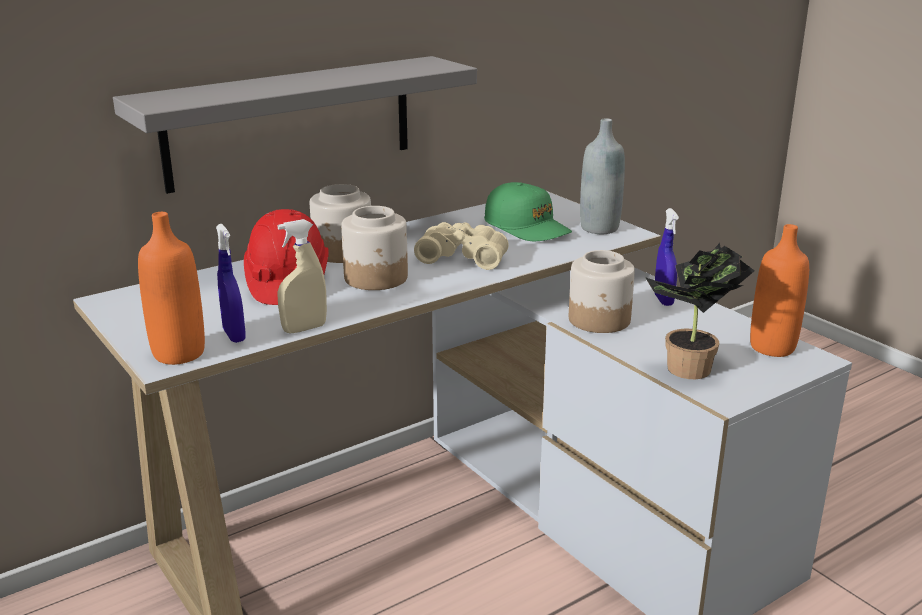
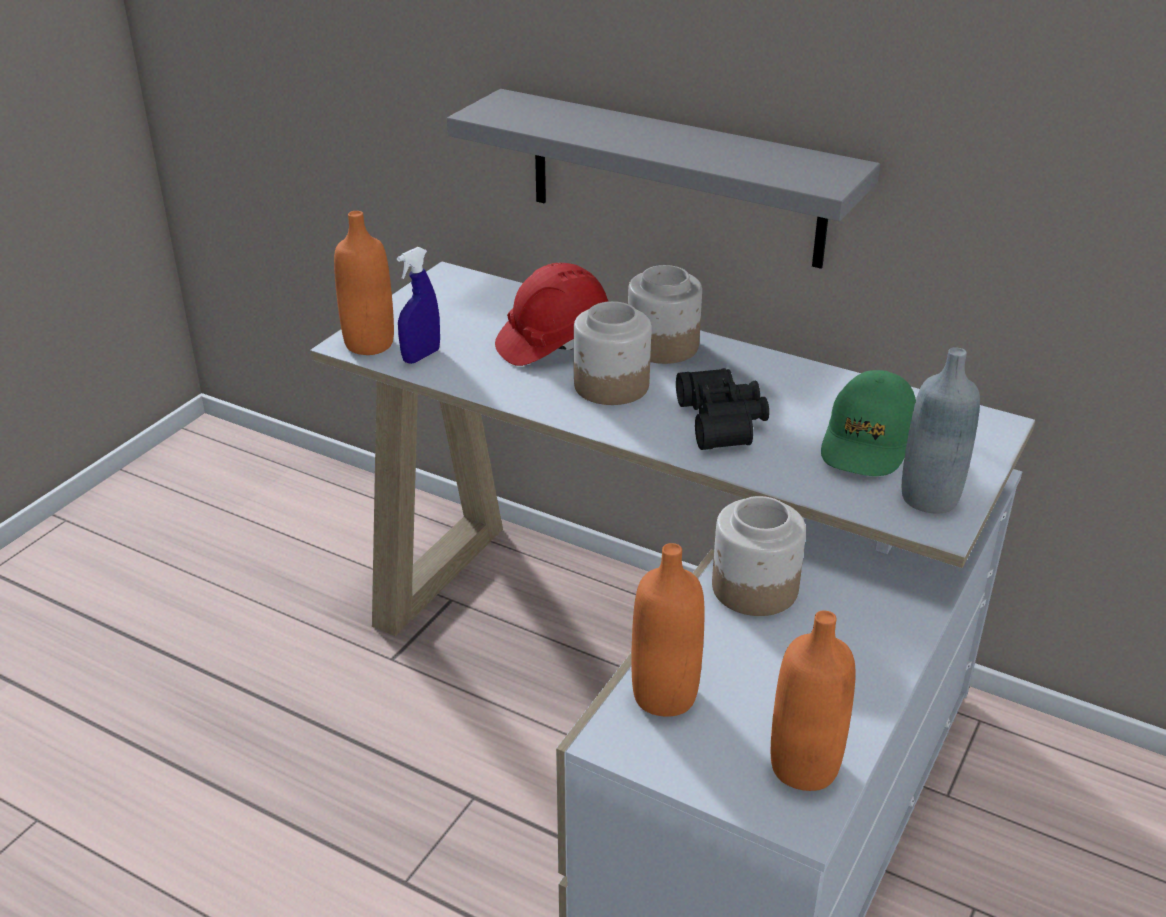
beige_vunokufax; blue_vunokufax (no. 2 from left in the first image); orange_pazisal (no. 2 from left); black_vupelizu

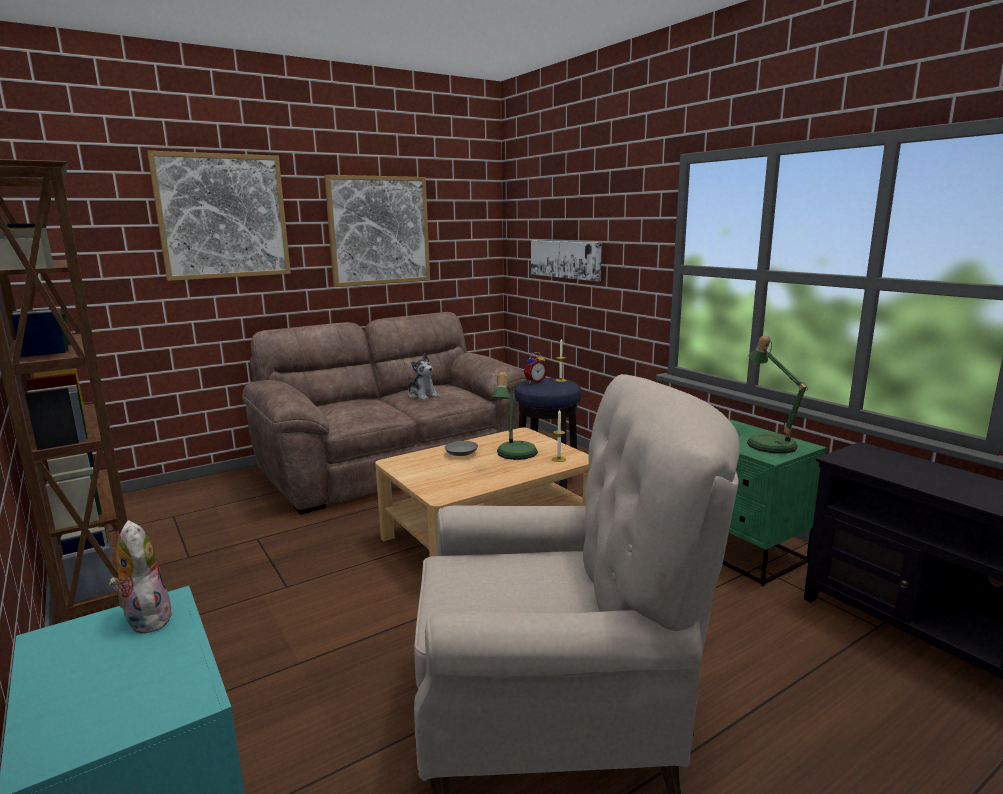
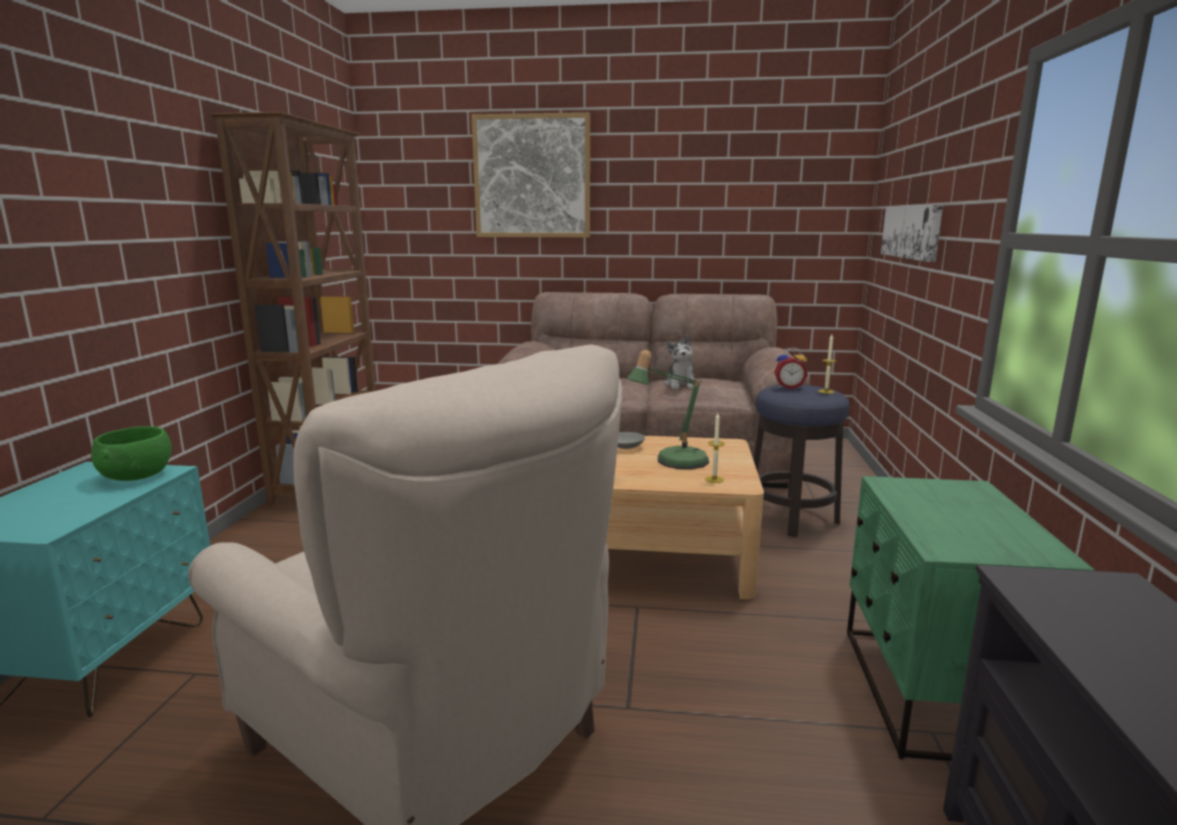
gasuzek (no. 2 from left in the first image); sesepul (no. 2 from left in the first image); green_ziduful

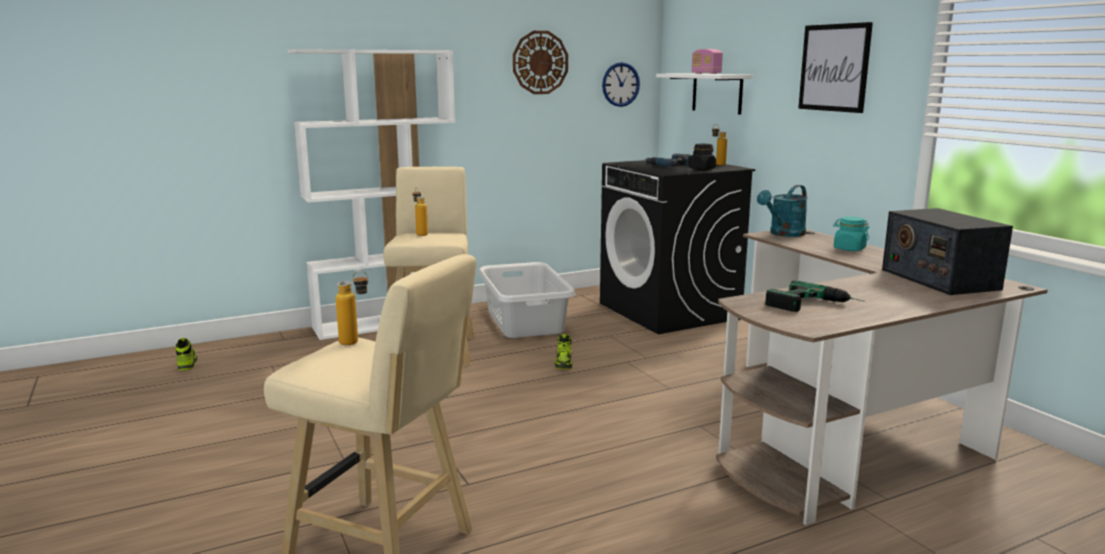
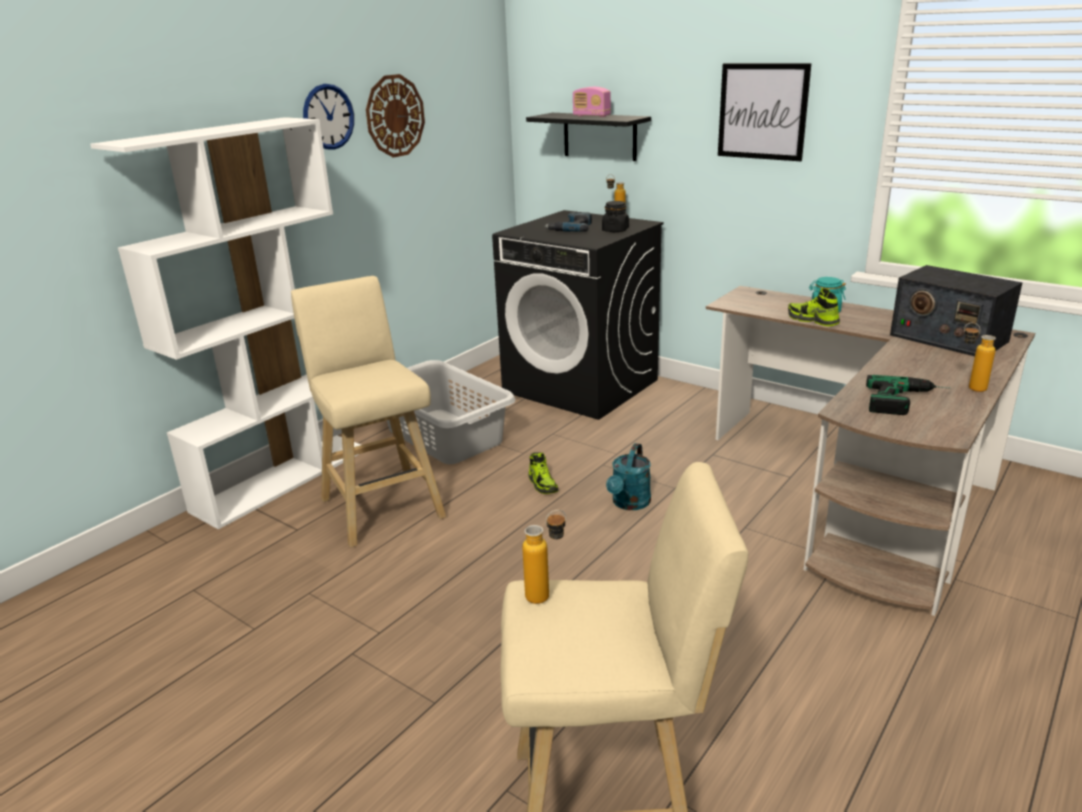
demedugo (no. 2 from left); pazisal (no. 3 from left); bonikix (no. 1 from left); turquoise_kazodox; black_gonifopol

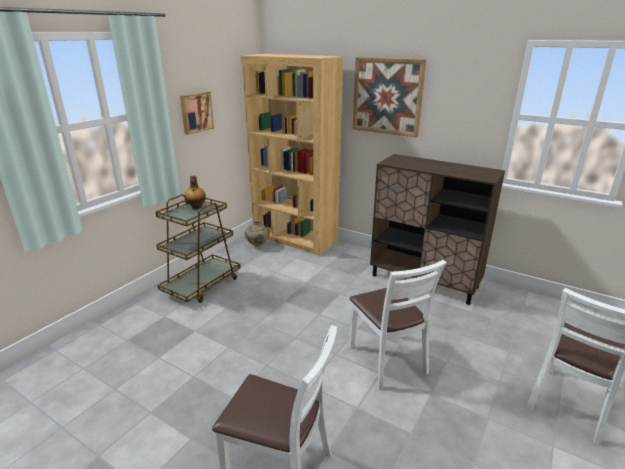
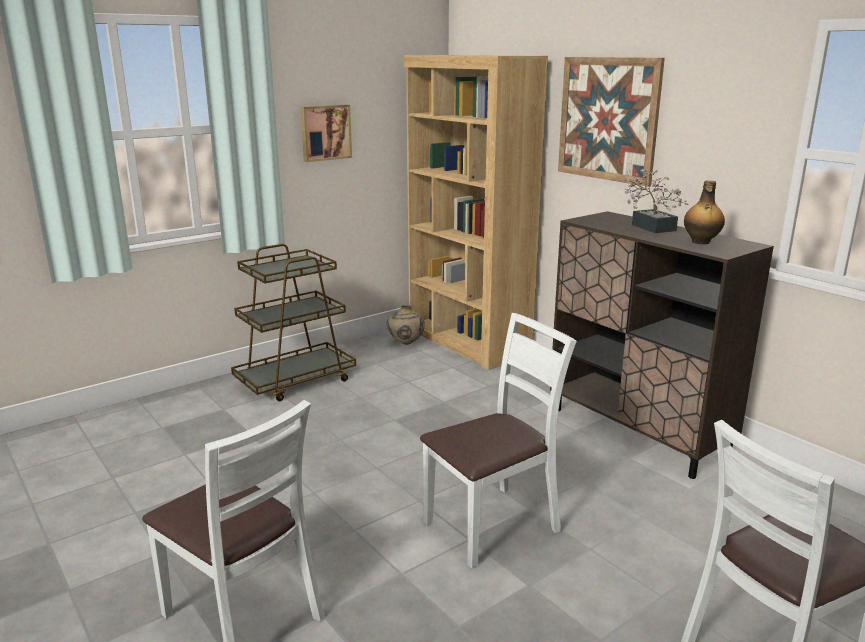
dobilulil; pazisal; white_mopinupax (no. 2 from left)

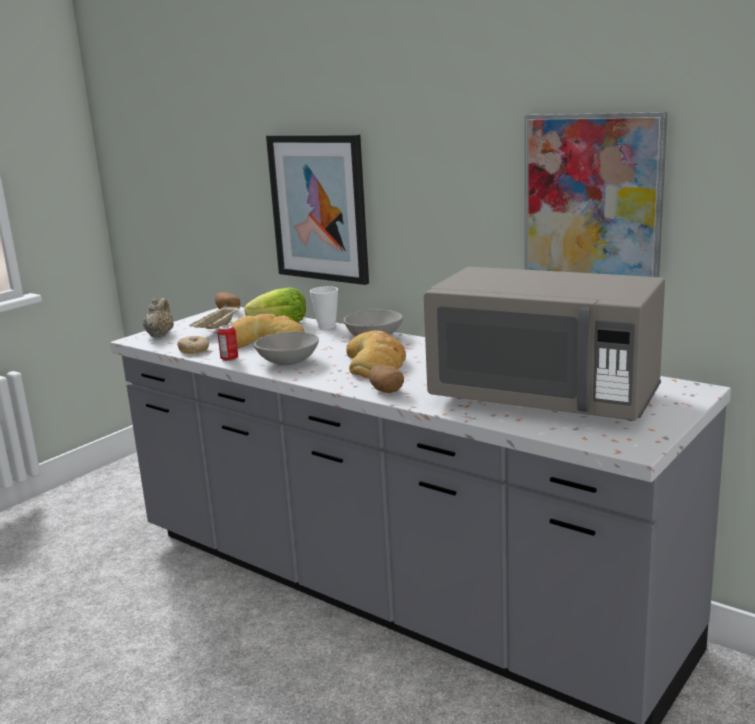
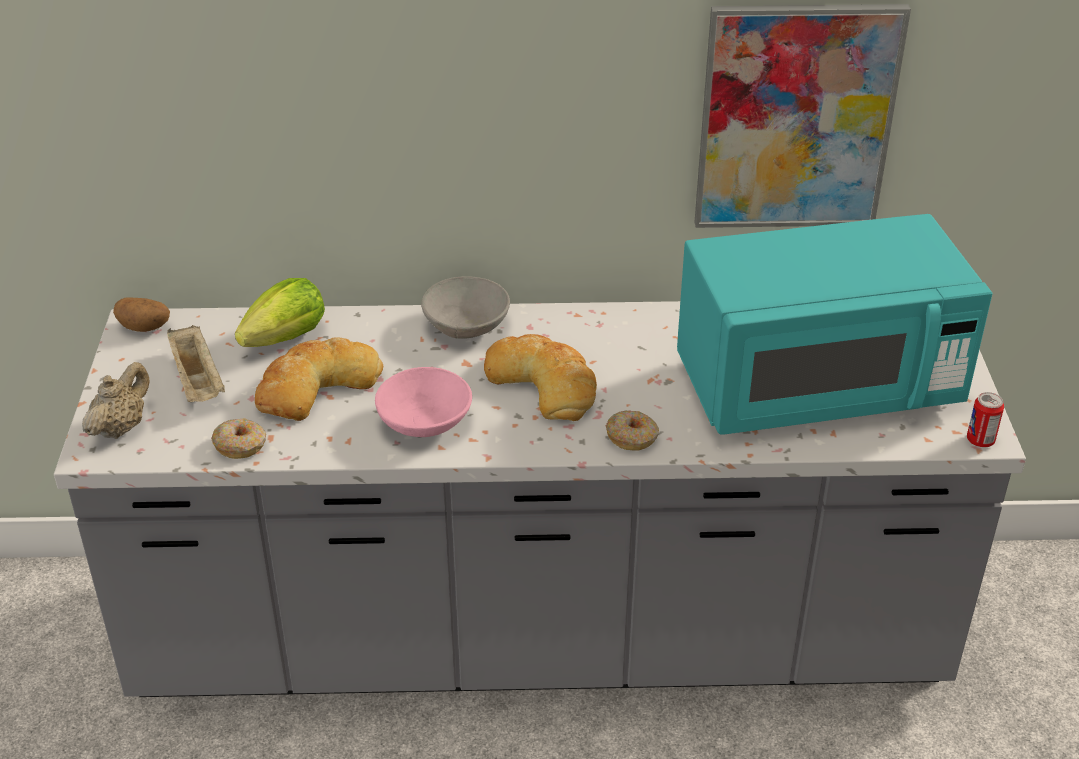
gasuzek (no. 1 from left in the first image); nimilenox; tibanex; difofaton (no. 2 from left); pink_ziduful; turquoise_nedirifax; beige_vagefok

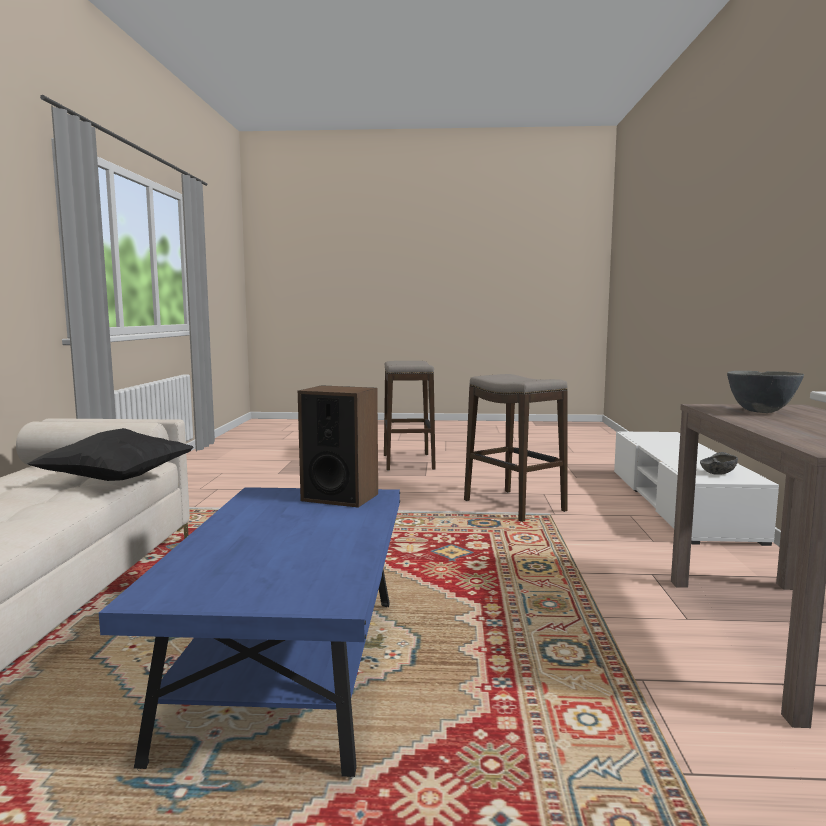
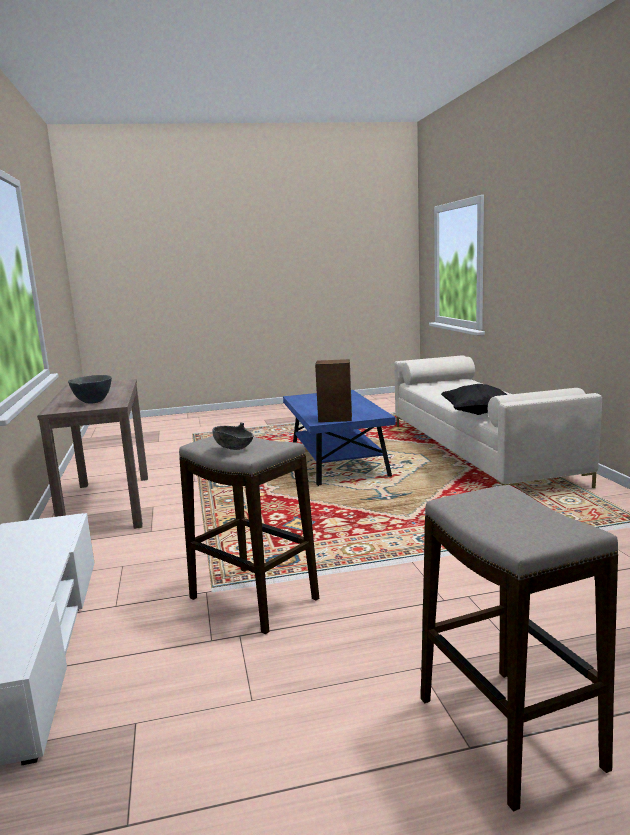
grey_ziduful (no. 2 from left)

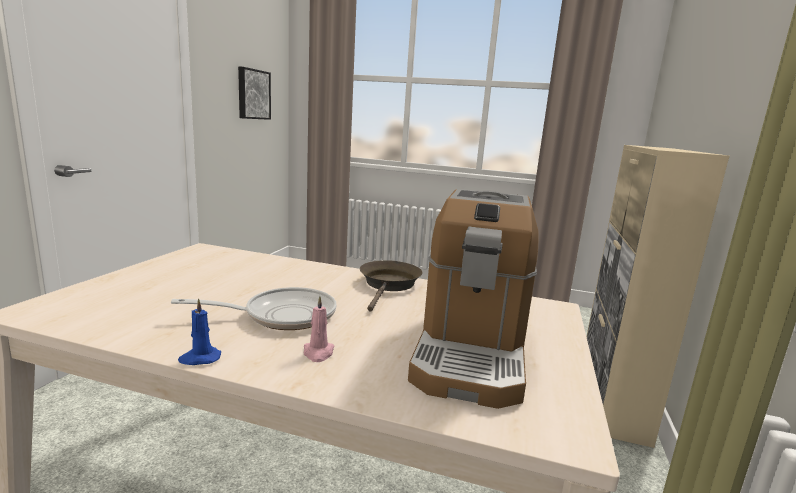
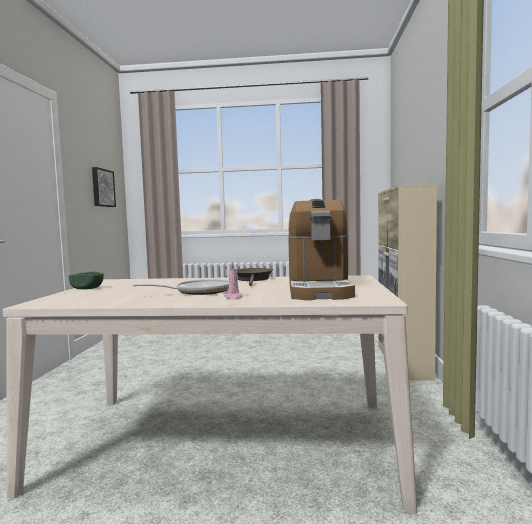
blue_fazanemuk; green_ziduful

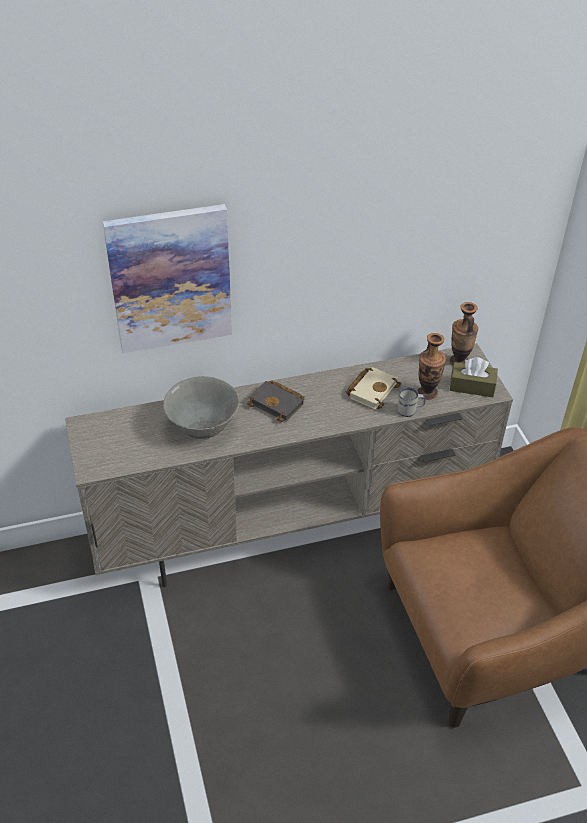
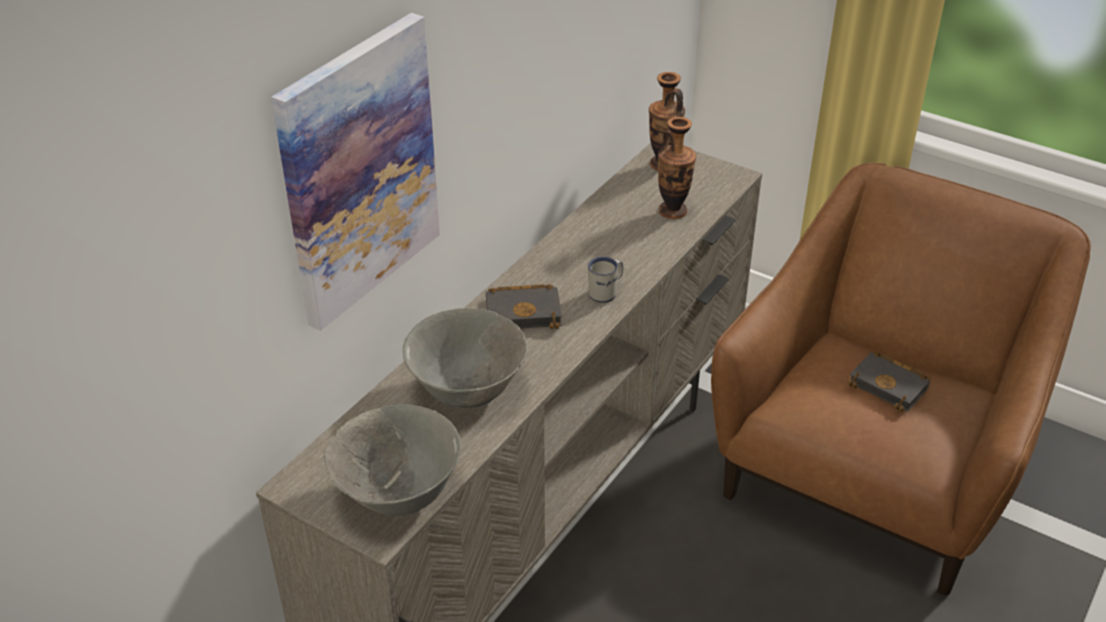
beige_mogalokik; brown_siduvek; grey_ziduful (no. 1 from left); black_mogalokik (no. 2 from left); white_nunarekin

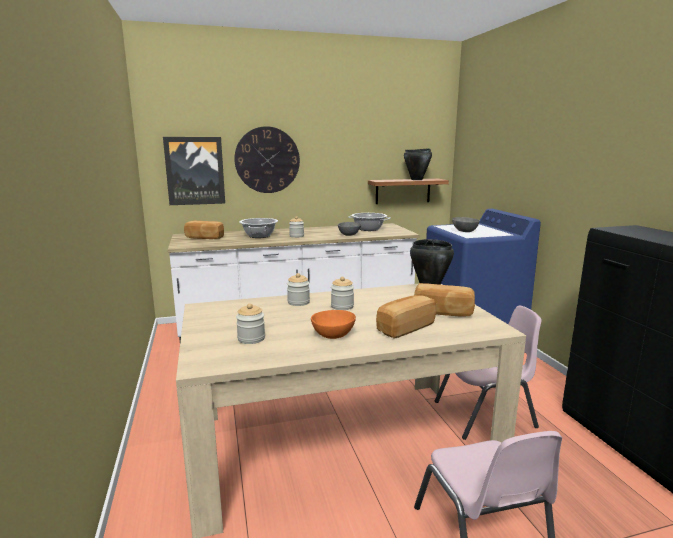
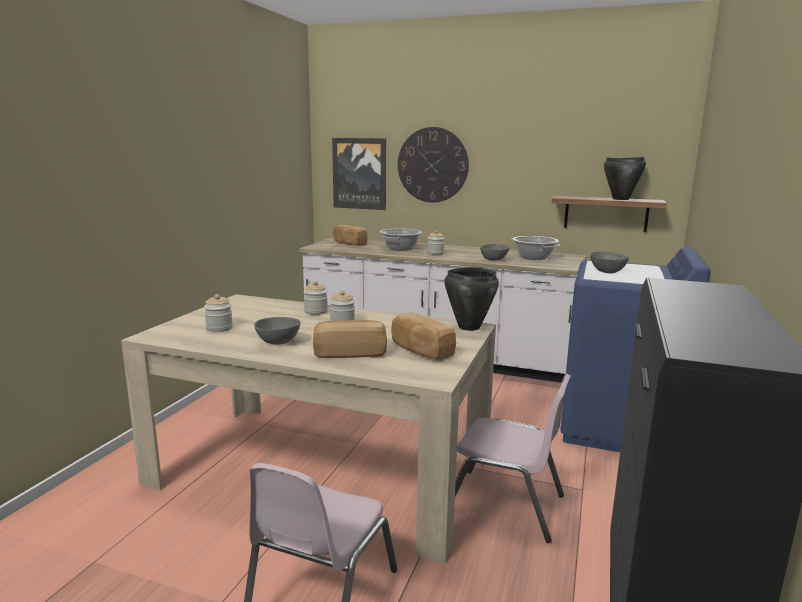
grey_ziduful (no. 1 from left)

